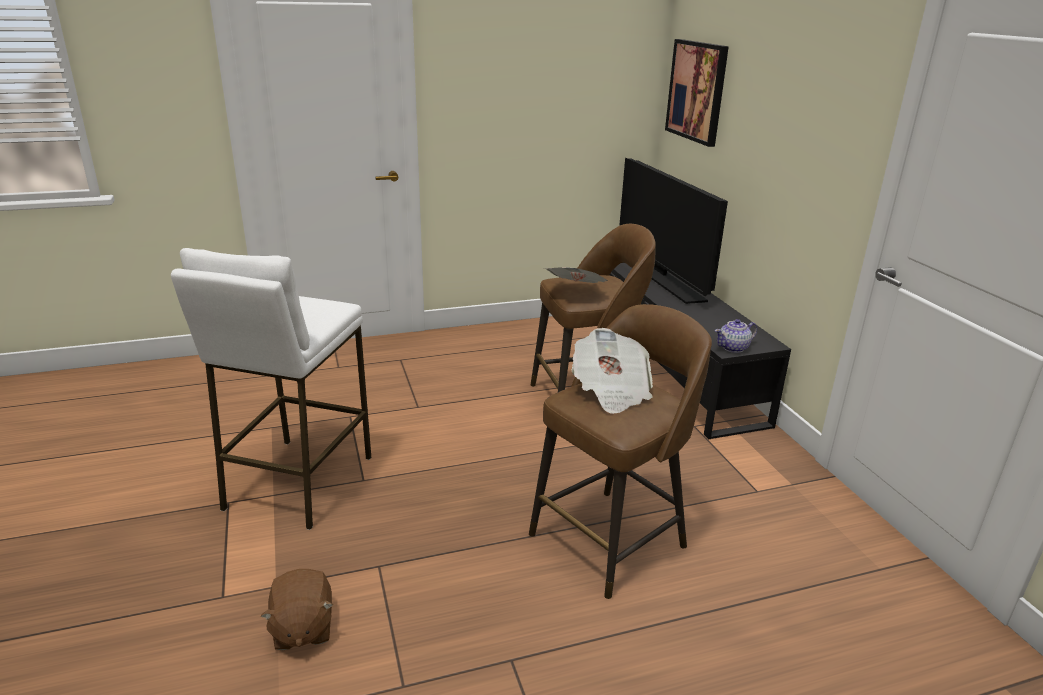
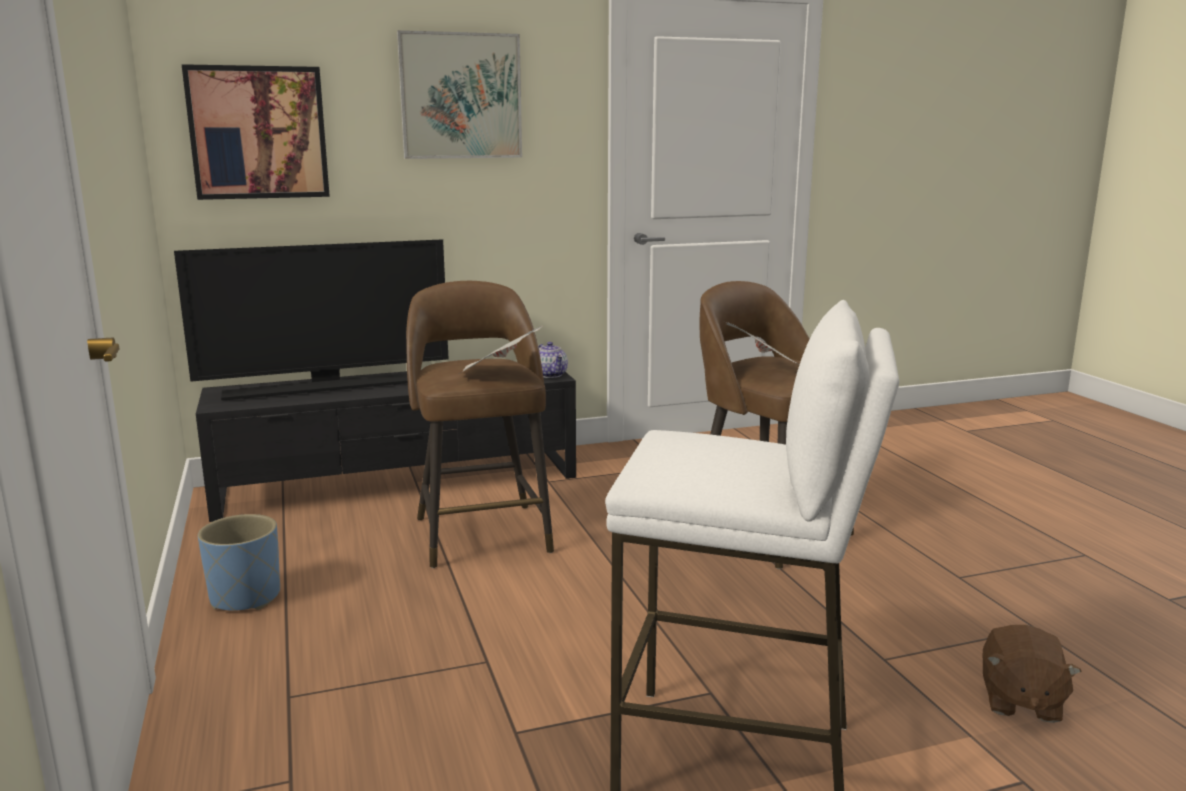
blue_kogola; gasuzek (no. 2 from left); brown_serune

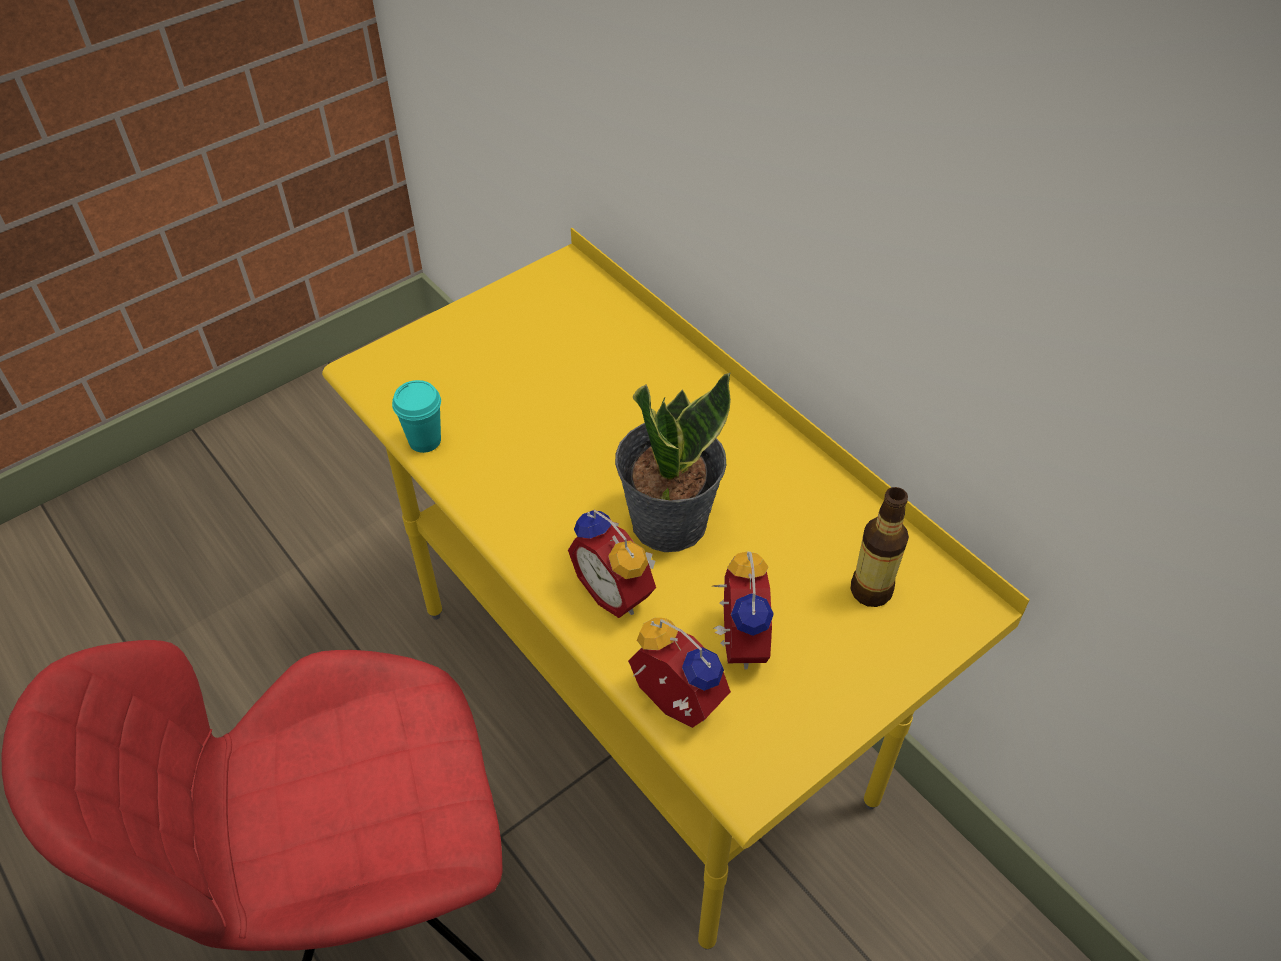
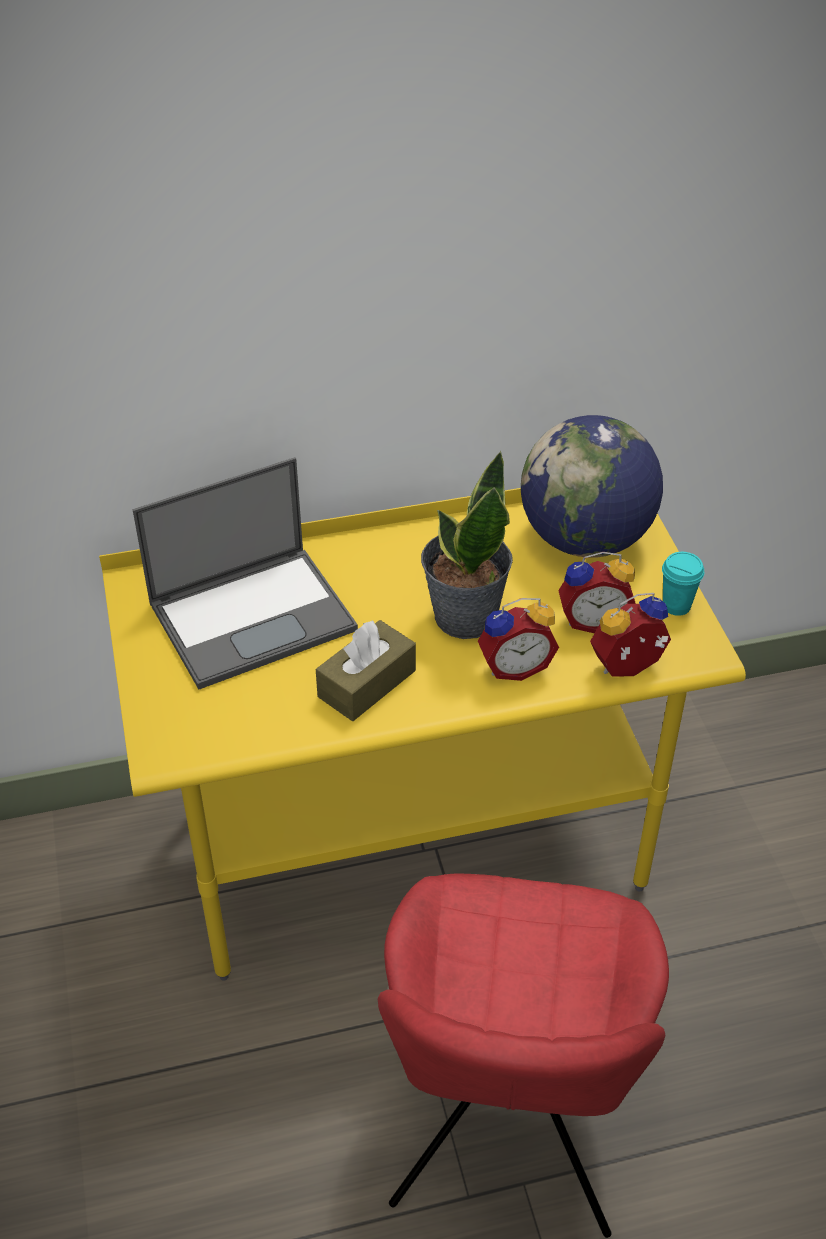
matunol; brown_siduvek; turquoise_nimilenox; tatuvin; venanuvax (no. 2 from left)

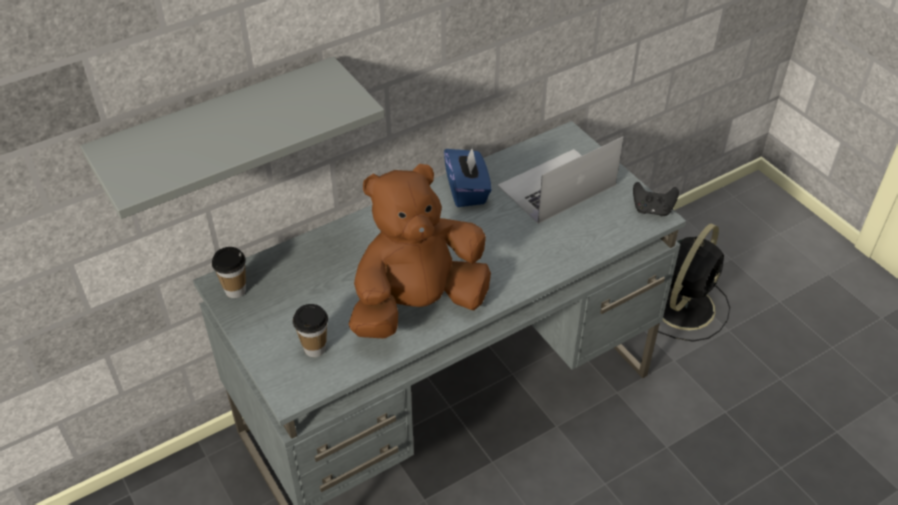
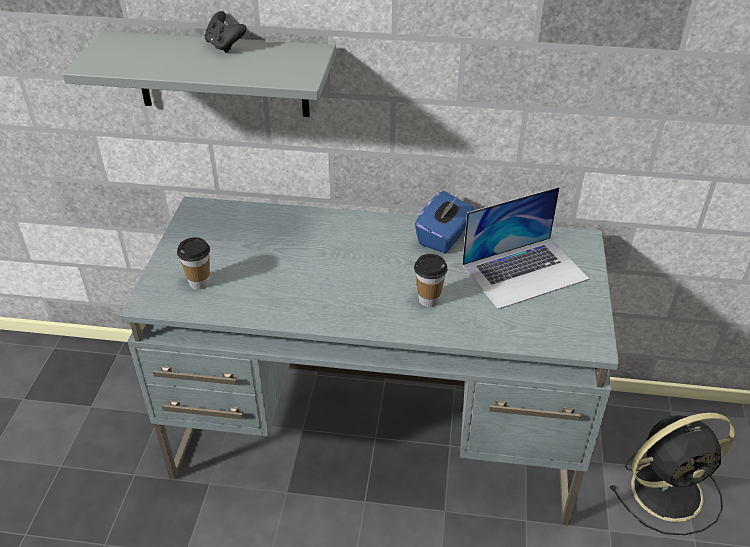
brown_serune; nimilenox (no. 2 from left); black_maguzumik; matunol

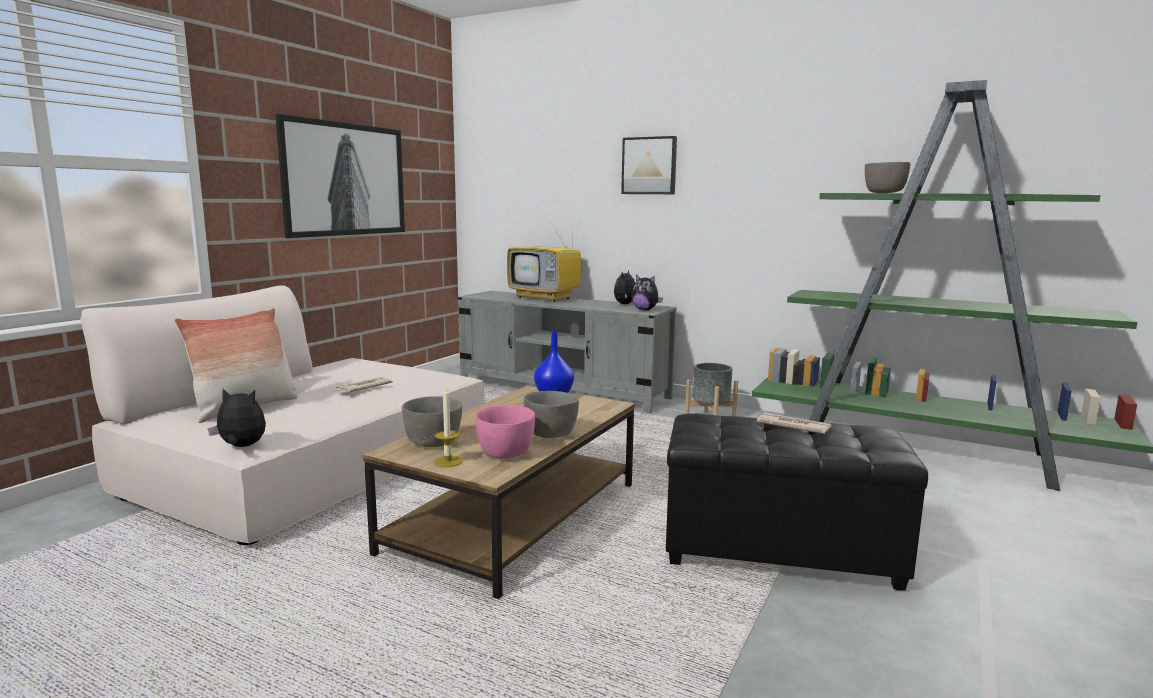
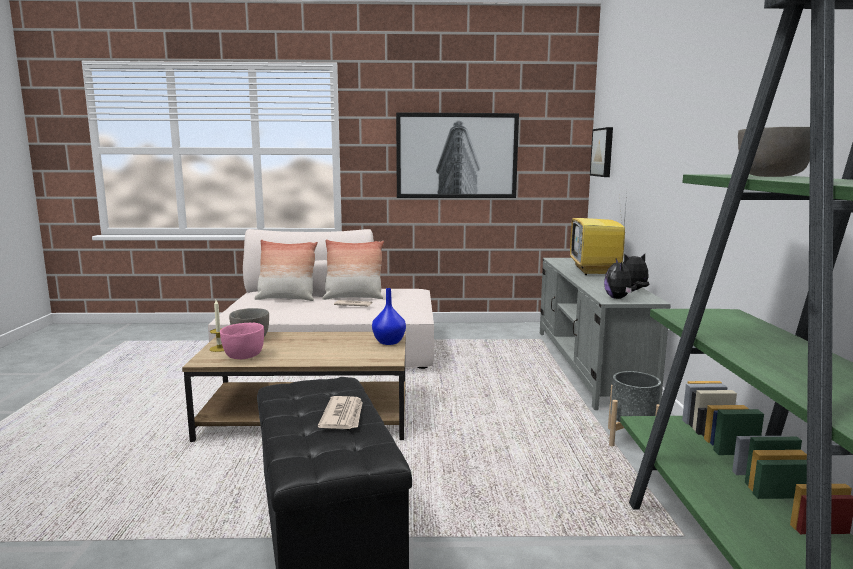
serune (no. 1 from left in the first image); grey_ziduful (no. 2 from left in the first image); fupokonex (no. 2 from left); gasuzek (no. 2 from left)

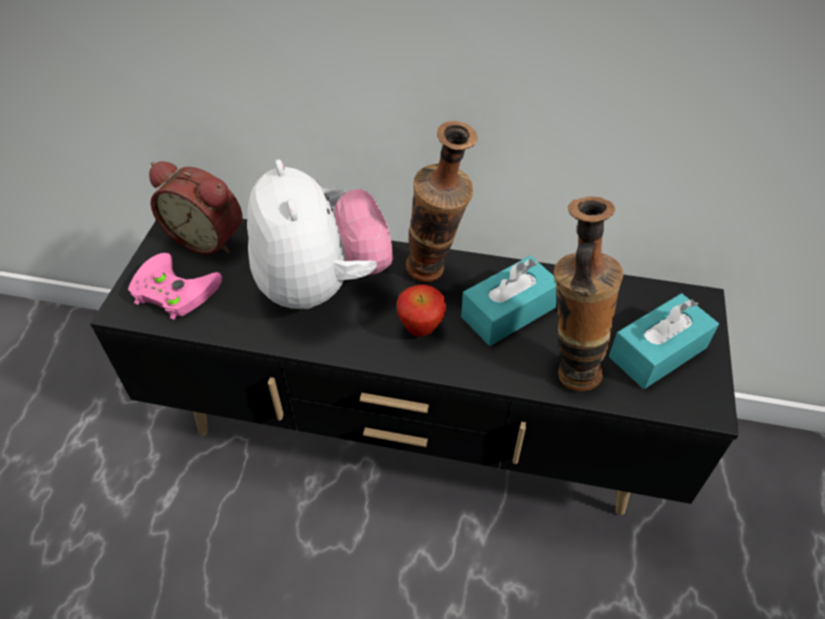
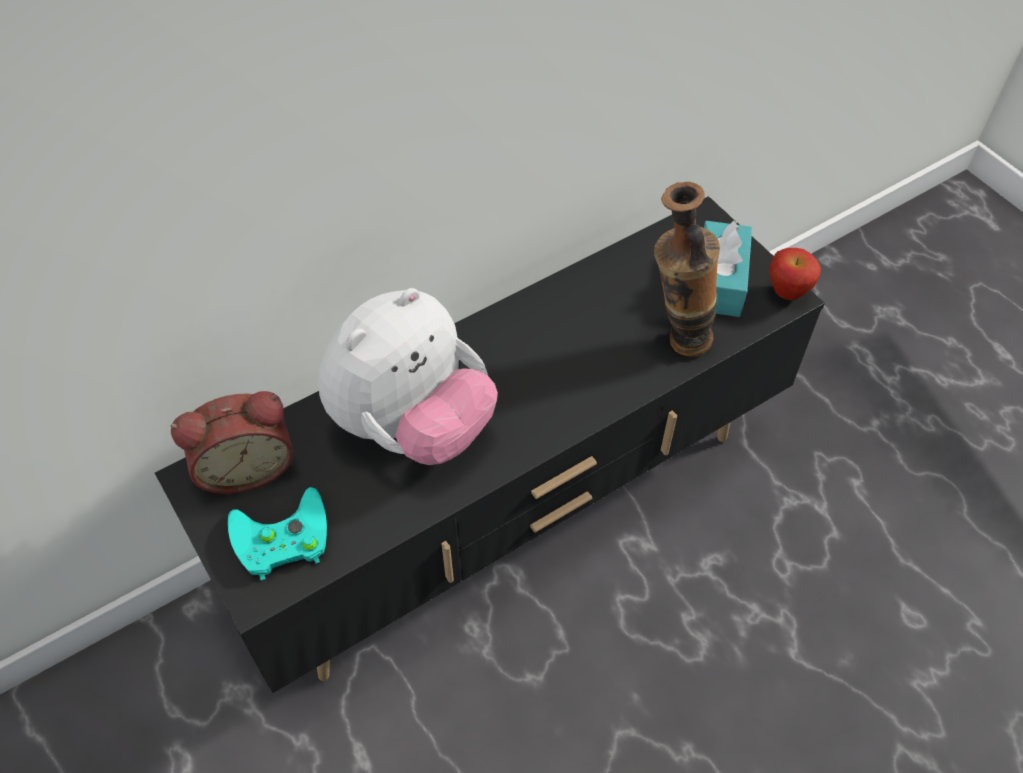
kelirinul (no. 1 from left in the first image); turquoise_siduvek (no. 1 from left in the first image); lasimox; turquoise_maguzumik; serune

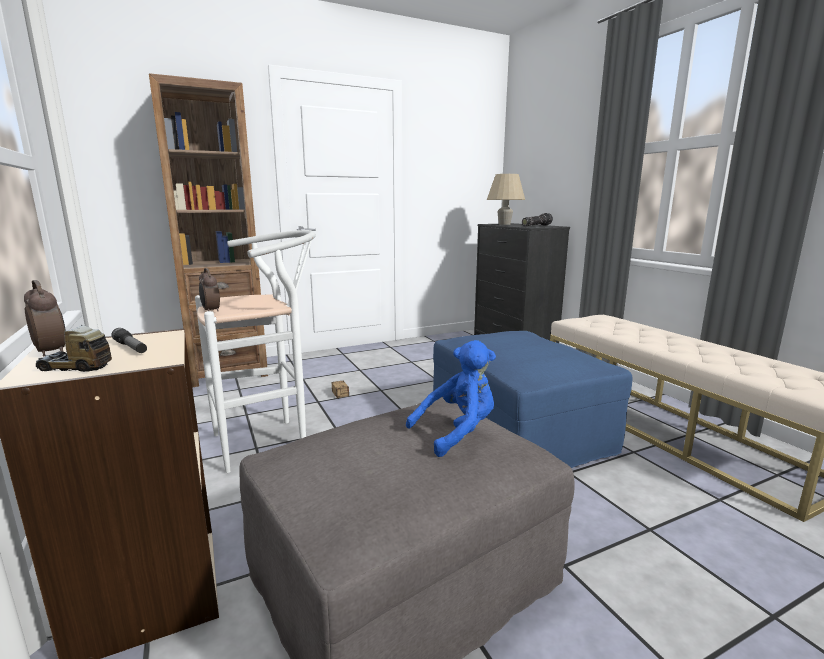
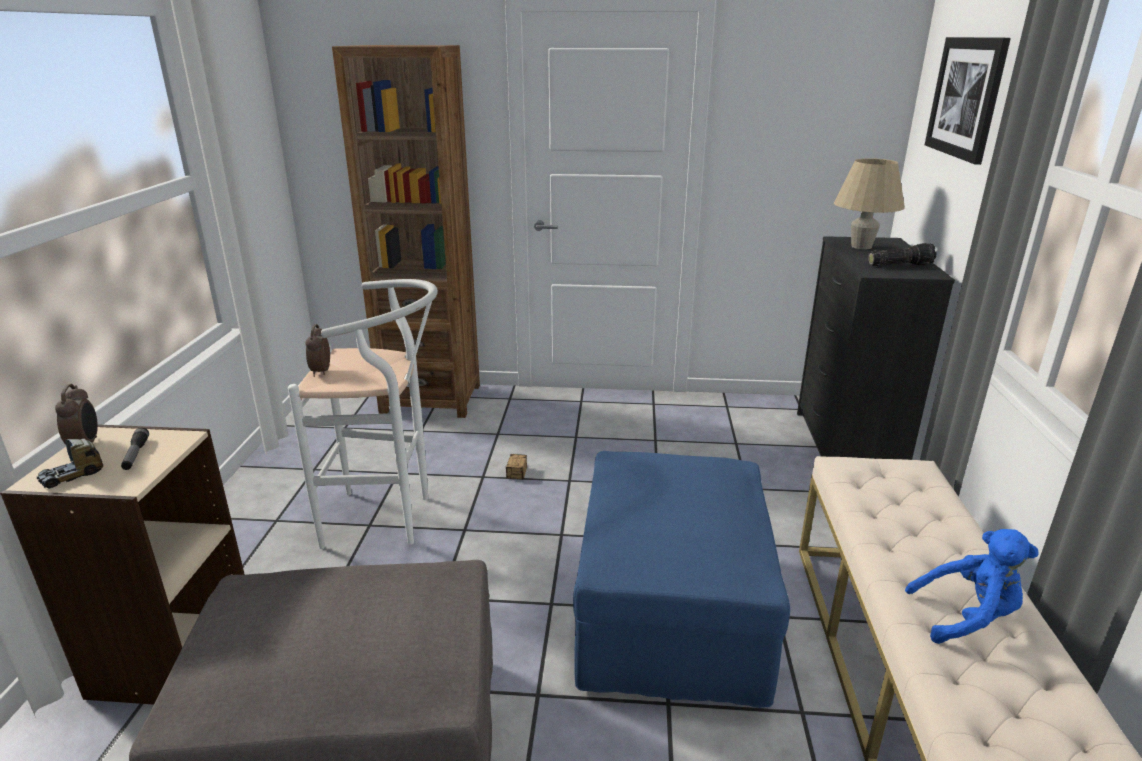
gasuzek; blue_serune; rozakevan

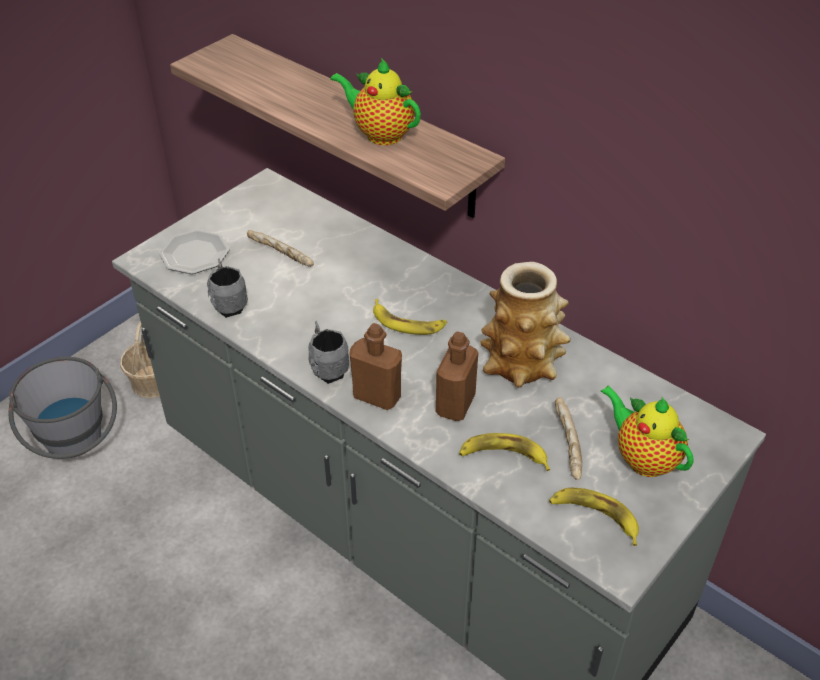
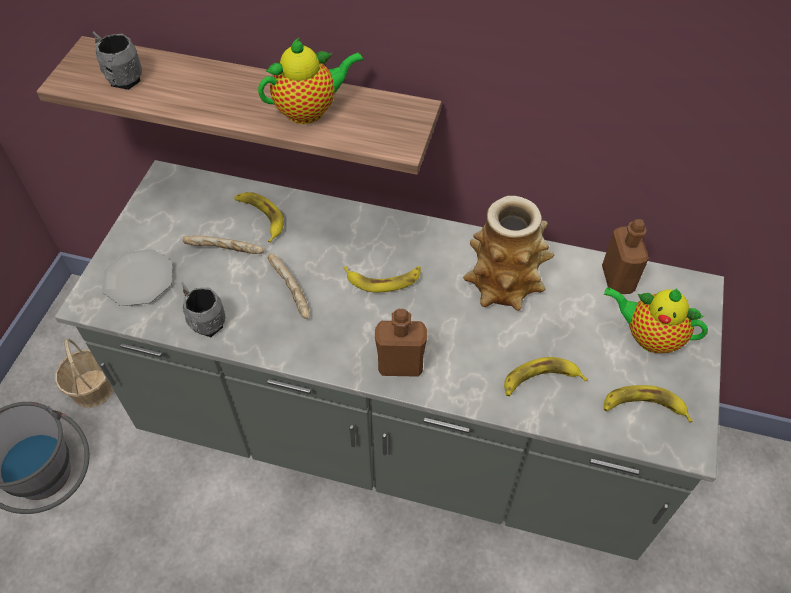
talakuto (no. 1 from left); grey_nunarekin (no. 1 from left); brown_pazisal (no. 2 from left); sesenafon (no. 2 from left); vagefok (no. 1 from left)

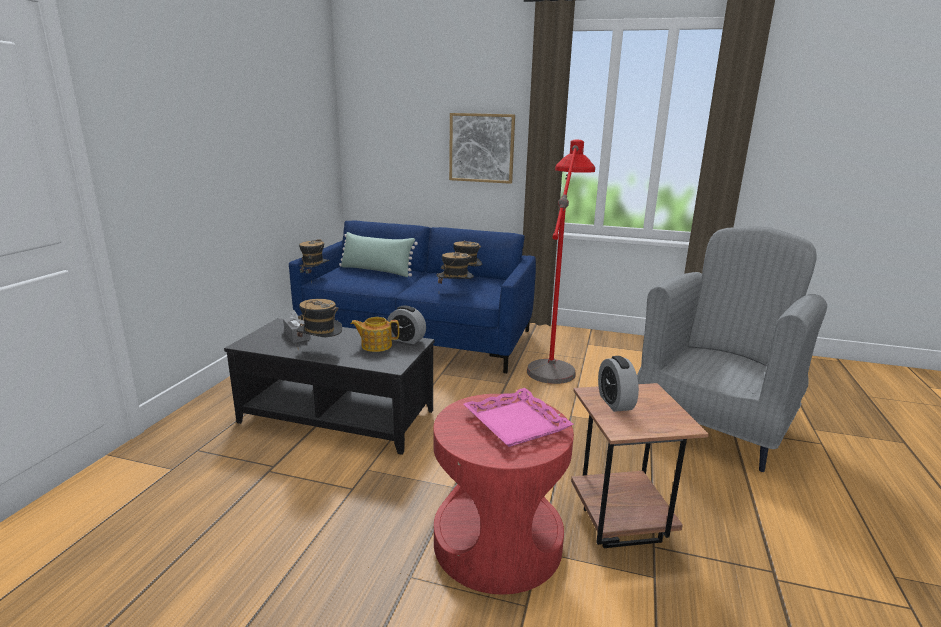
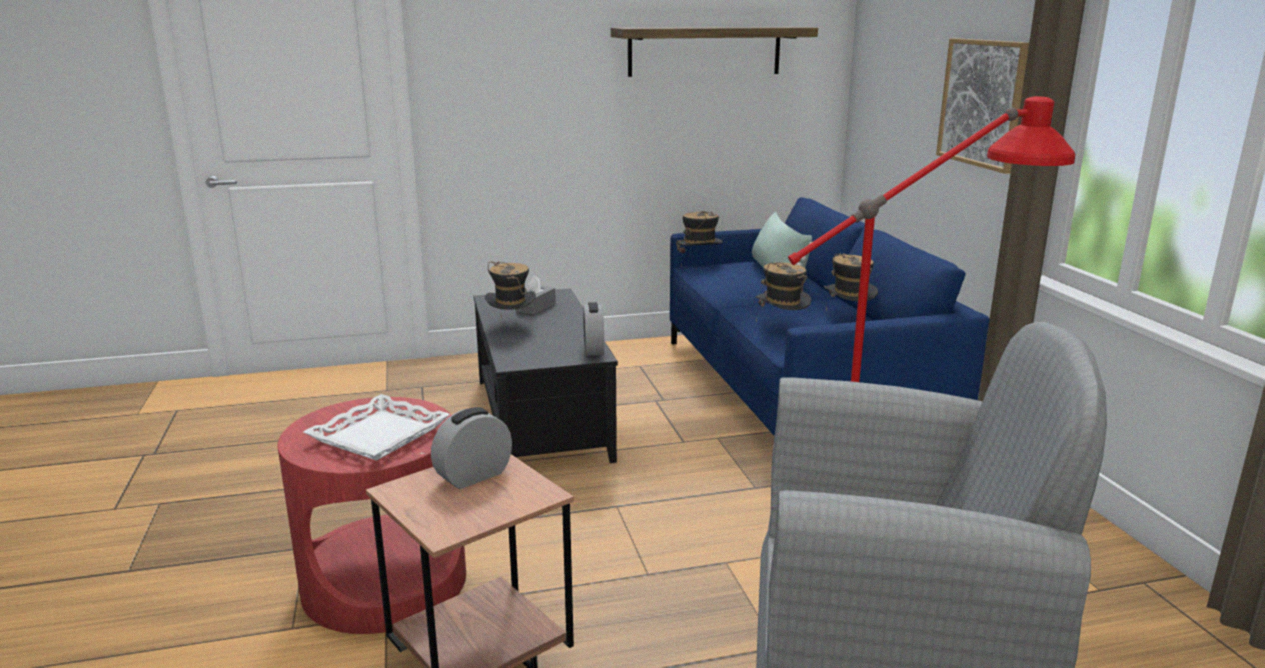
vagefok; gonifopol; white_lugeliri

